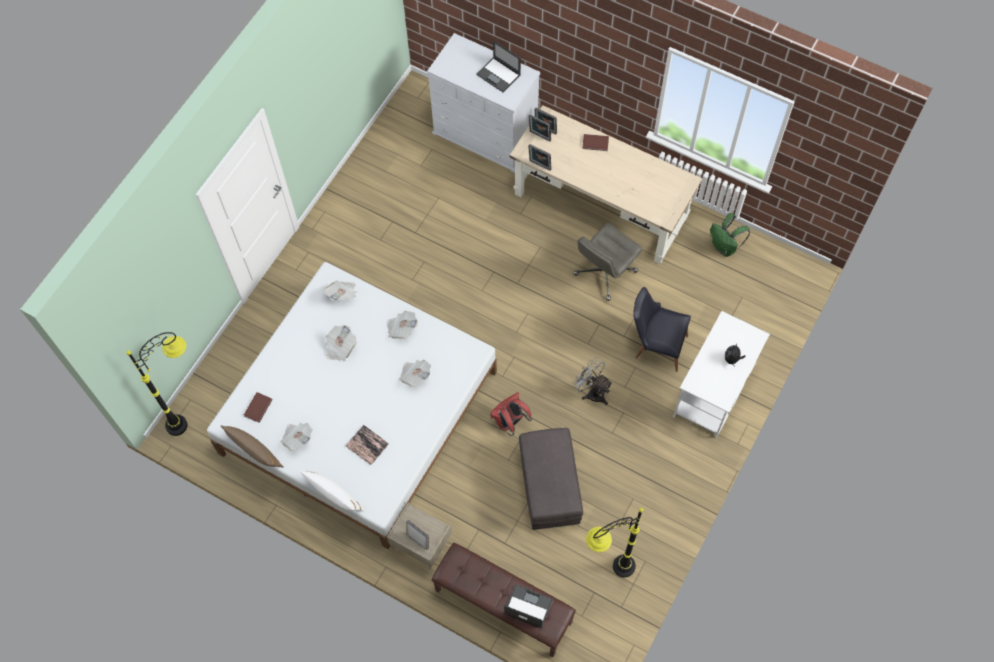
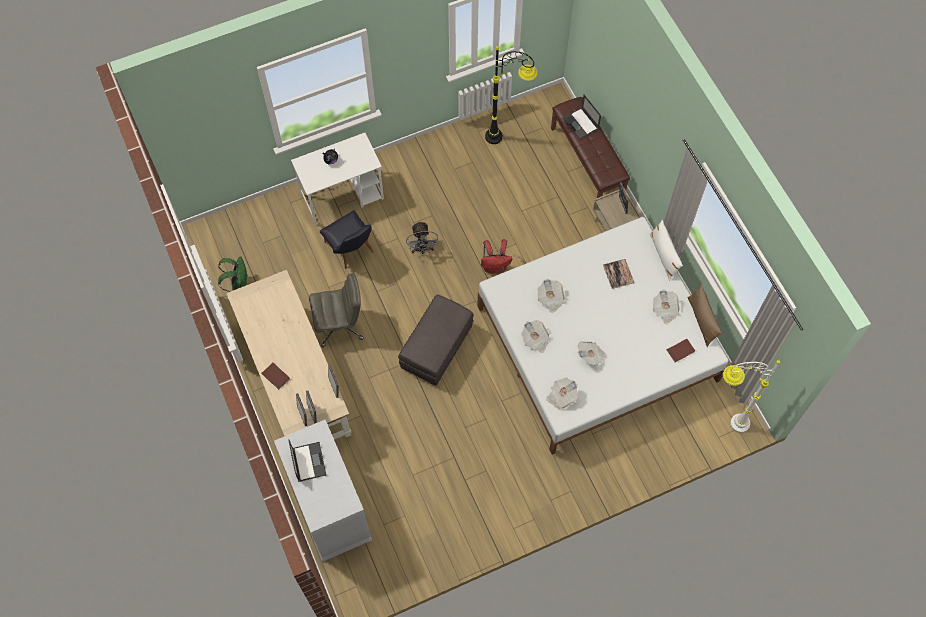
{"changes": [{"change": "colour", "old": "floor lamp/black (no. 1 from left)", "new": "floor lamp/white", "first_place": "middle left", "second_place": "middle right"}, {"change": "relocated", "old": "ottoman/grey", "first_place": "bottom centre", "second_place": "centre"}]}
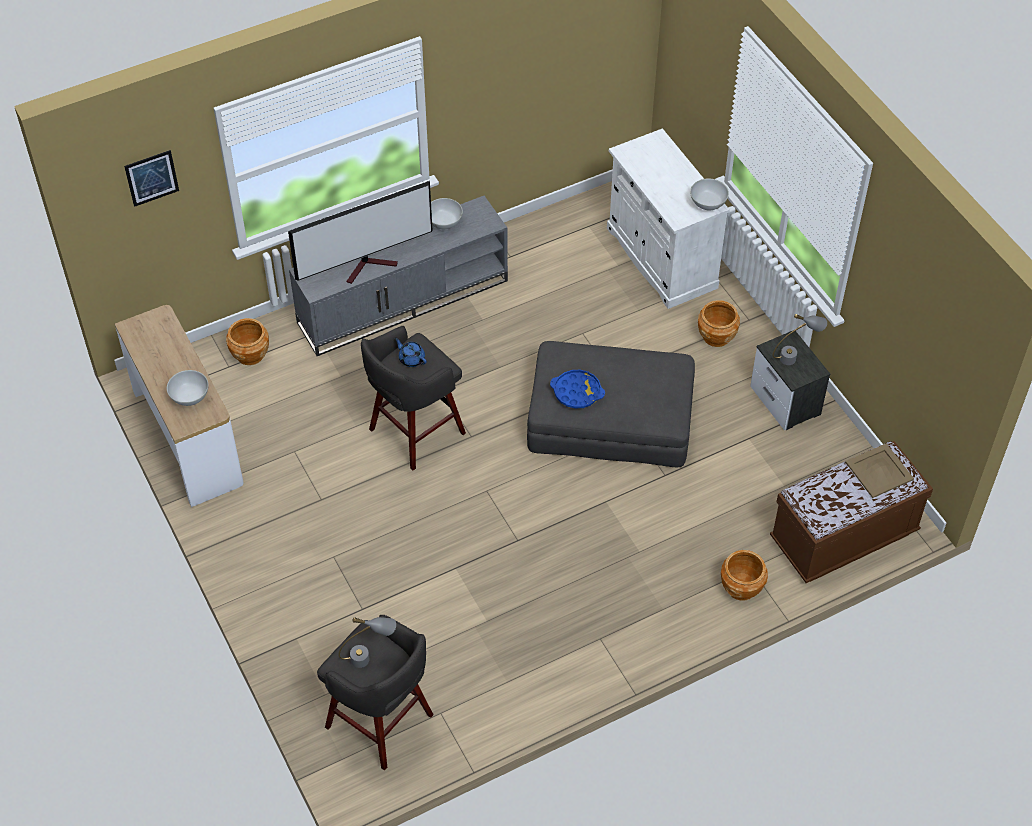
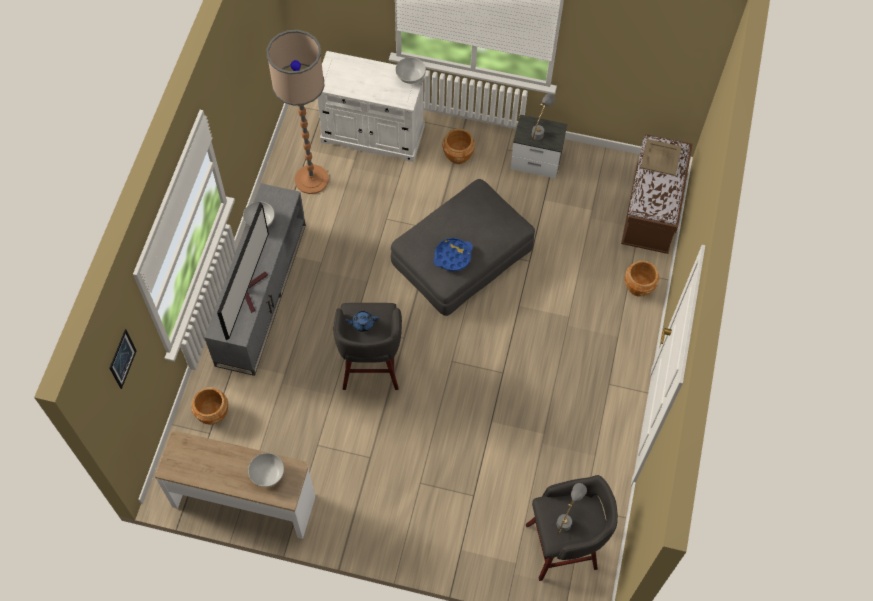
{"changes": [{"change": "appeared", "new": "floor lamp", "second_place": "top centre"}]}
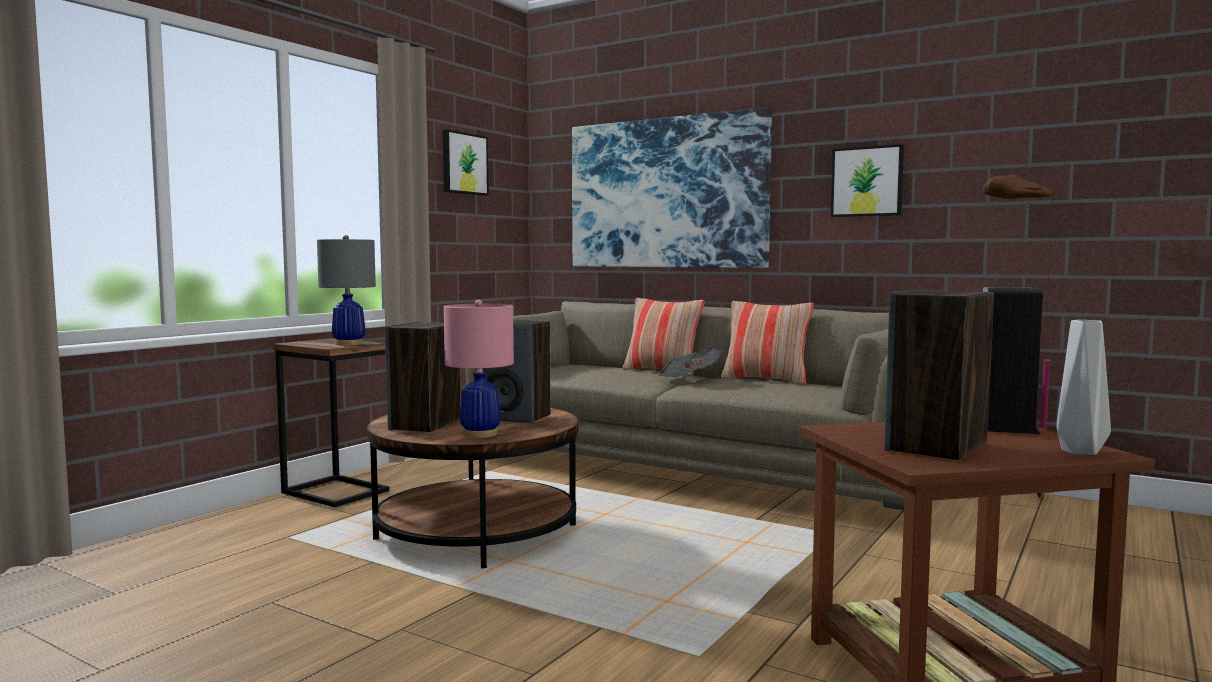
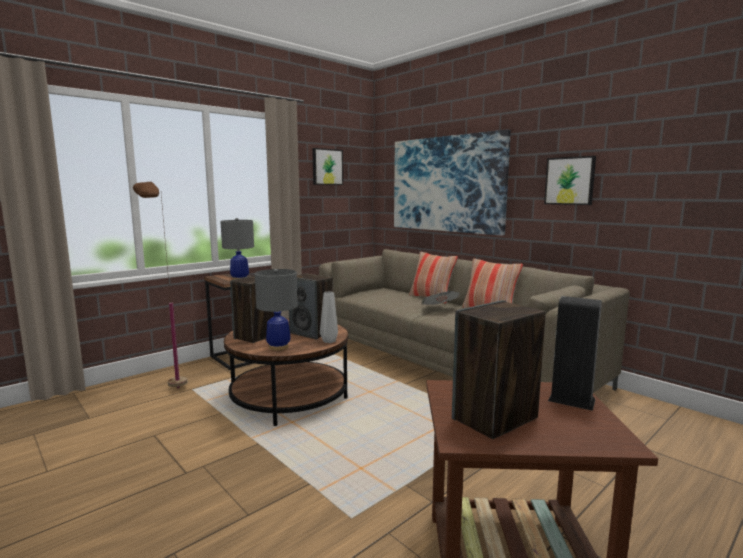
{"changes": [{"change": "relocated", "old": "floor lamp/brown", "first_place": "middle right", "second_place": "middle left"}, {"change": "colour", "old": "table lamp/pink", "new": "table lamp/grey (no. 2 from left)", "first_place": "centre", "second_place": "centre"}, {"change": "relocated", "old": "vase/grey", "first_place": "middle right", "second_place": "centre"}]}
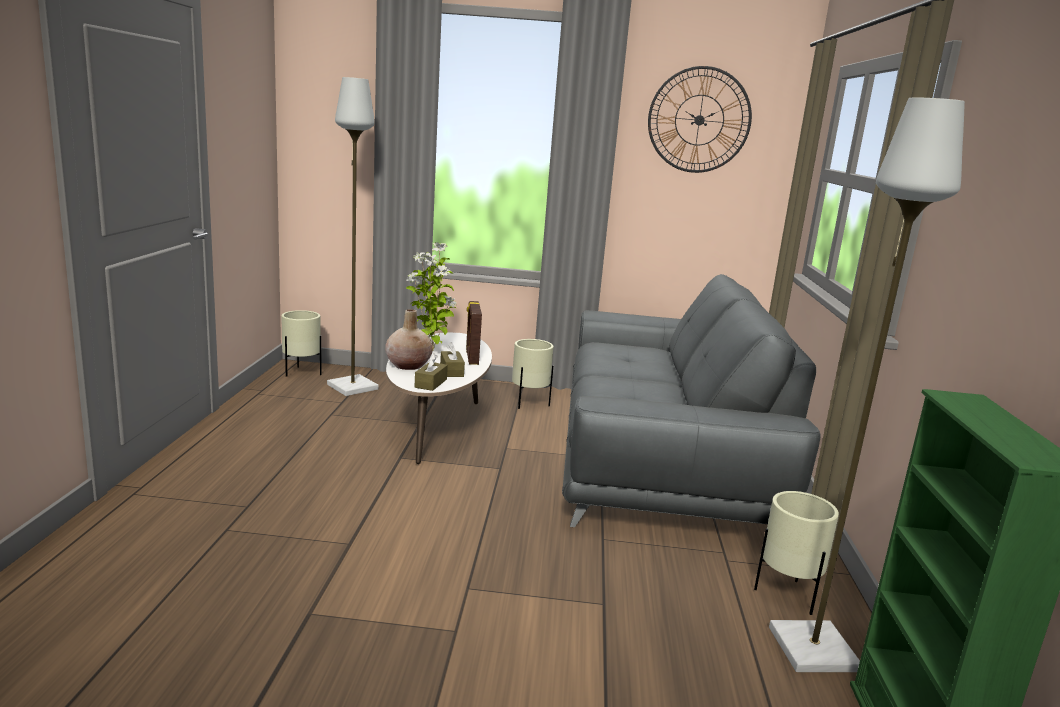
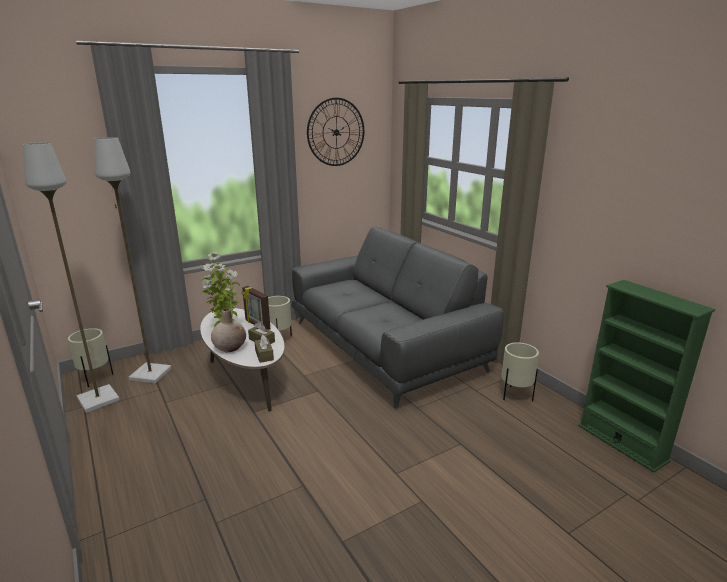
{"changes": [{"change": "relocated", "old": "floor lamp/grey (no. 2 from left in the first image)", "new": "floor lamp/grey (no. 1 from left)", "first_place": "middle right", "second_place": "middle left"}]}
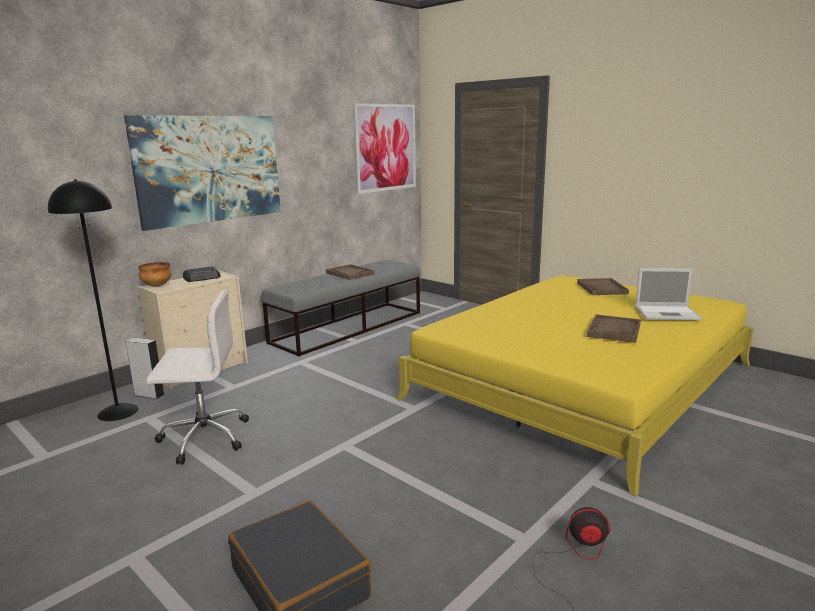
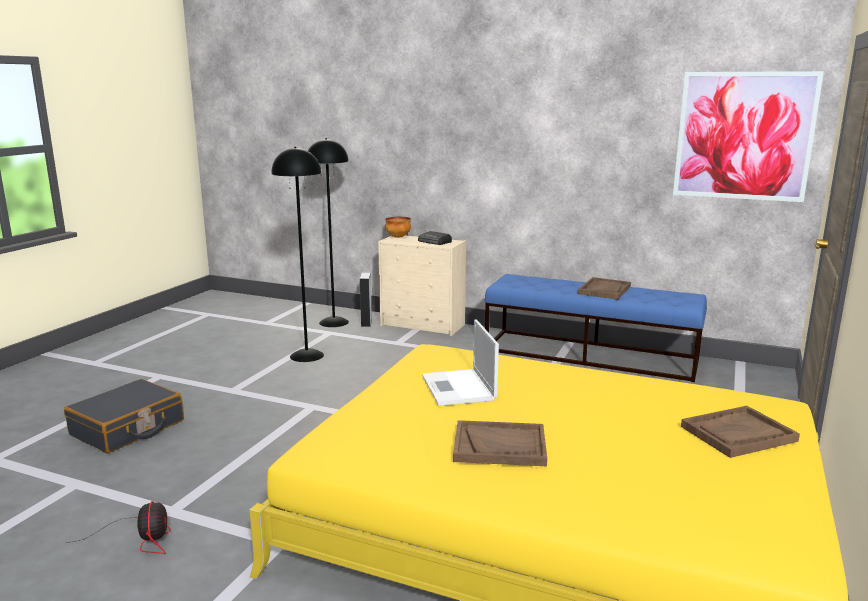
{"changes": [{"change": "missing", "old": "picture (no. 1 from left)", "first_place": "top left"}, {"change": "colour", "old": "bench/grey", "new": "bench/blue", "first_place": "centre", "second_place": "middle right"}, {"change": "relocated", "old": "laptop", "first_place": "middle right", "second_place": "centre"}, {"change": "exchanged", "old": "office chair/white", "new": "floor lamp/black (no. 1 from left)", "first_place": "middle left", "second_place": "centre"}]}
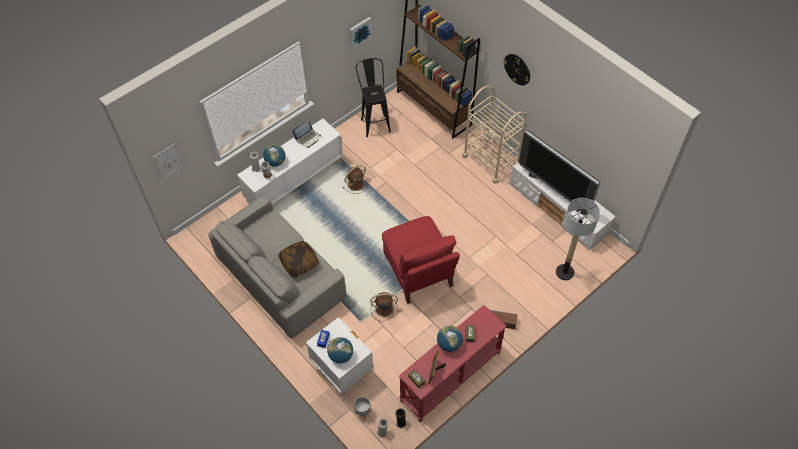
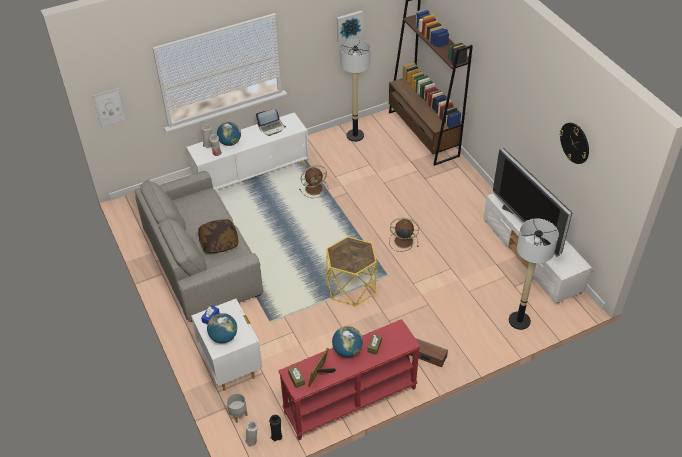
{"changes": [{"change": "relocated", "old": "wall clock", "first_place": "top centre", "second_place": "top right"}, {"change": "exchanged", "old": "stool/black", "new": "floor lamp (no. 1 from left)", "first_place": "top centre", "second_place": "top centre"}, {"change": "missing", "old": "cart/beige", "first_place": "top centre"}, {"change": "exchanged", "old": "armchair/red", "new": "side table/yellow", "first_place": "centre", "second_place": "centre"}, {"change": "relocated", "old": "fan/brown (no. 2 from left)", "first_place": "bottom centre", "second_place": "centre"}]}
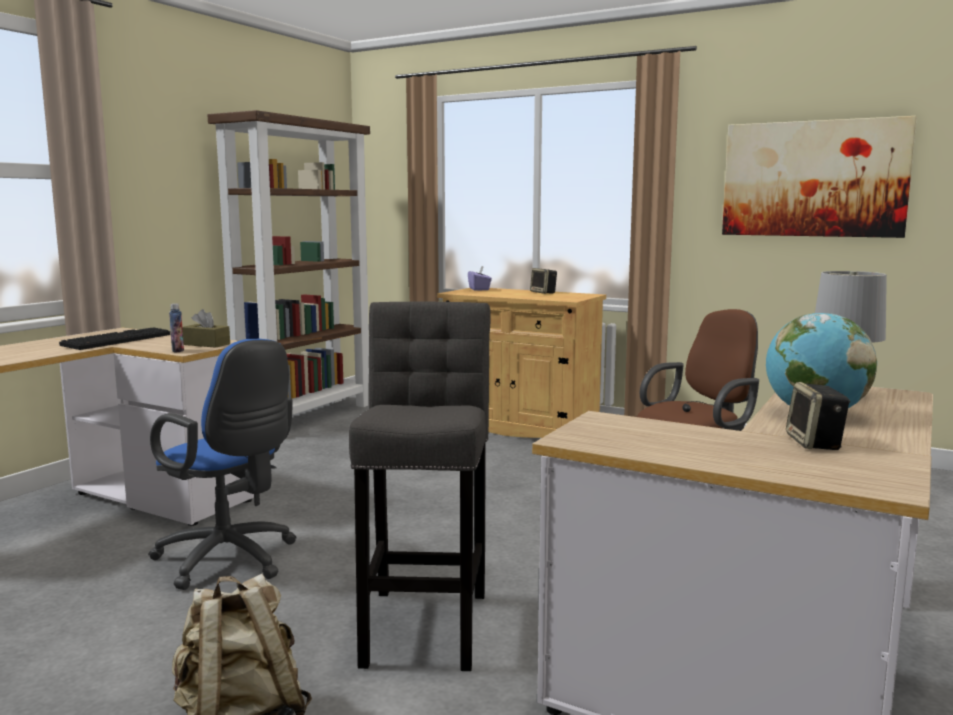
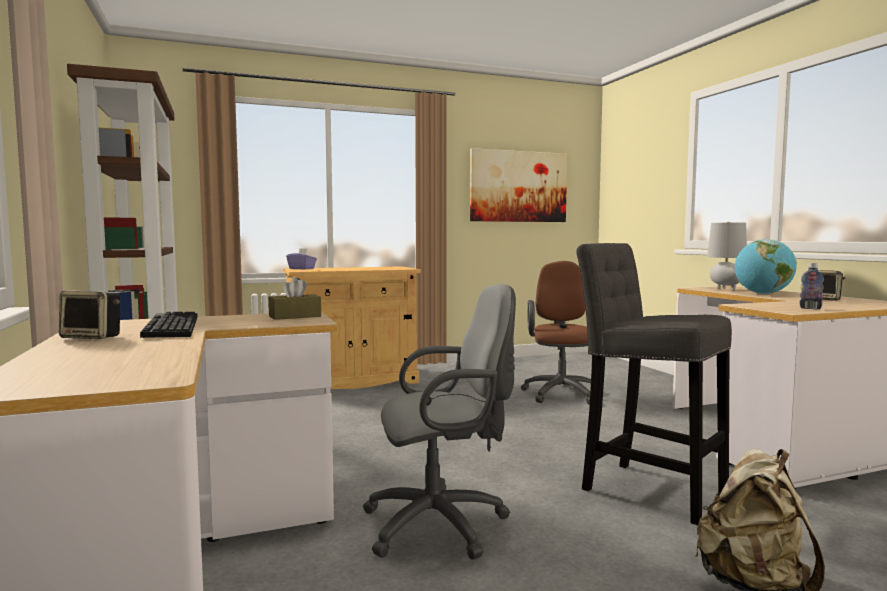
{"changes": [{"change": "relocated", "old": "speaker (no. 1 from left)", "first_place": "centre", "second_place": "middle left"}, {"change": "relocated", "old": "bottle", "first_place": "middle left", "second_place": "middle right"}, {"change": "colour", "old": "office chair/blue", "new": "office chair/grey", "first_place": "middle left", "second_place": "bottom centre"}]}
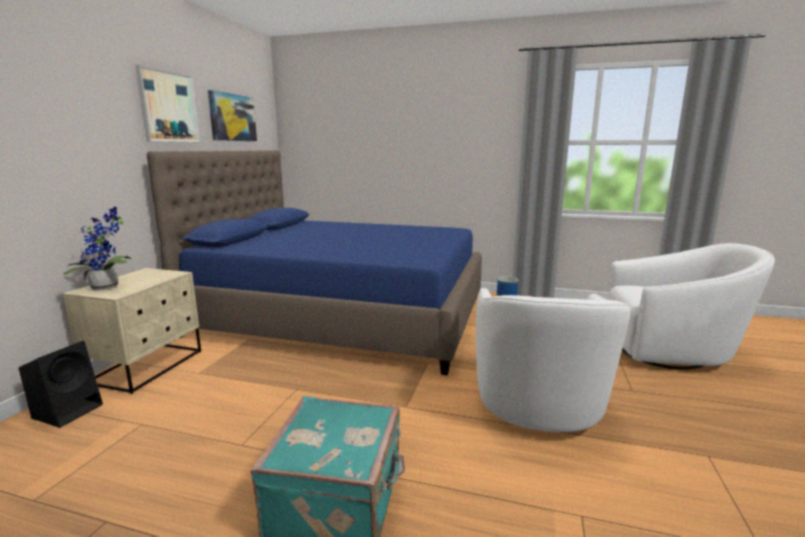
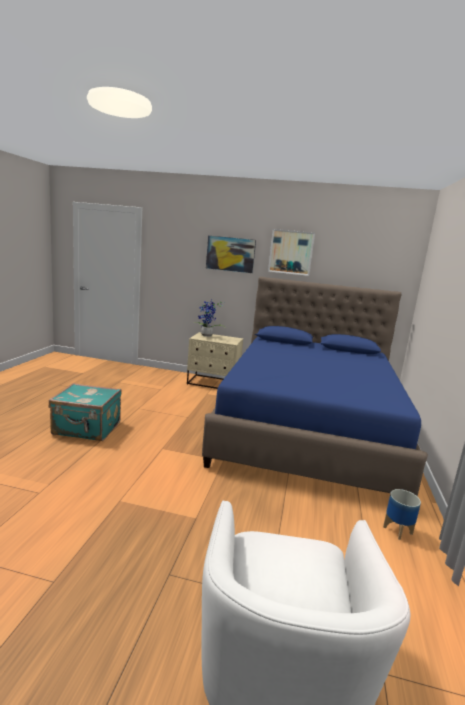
{"changes": [{"change": "relocated", "old": "picture (no. 2 from left in the first image)", "new": "picture (no. 1 from left)", "first_place": "top left", "second_place": "centre"}, {"change": "missing", "old": "armchair/white (no. 1 from left)", "first_place": "bottom right"}, {"change": "missing", "old": "speaker/black", "first_place": "bottom left"}]}
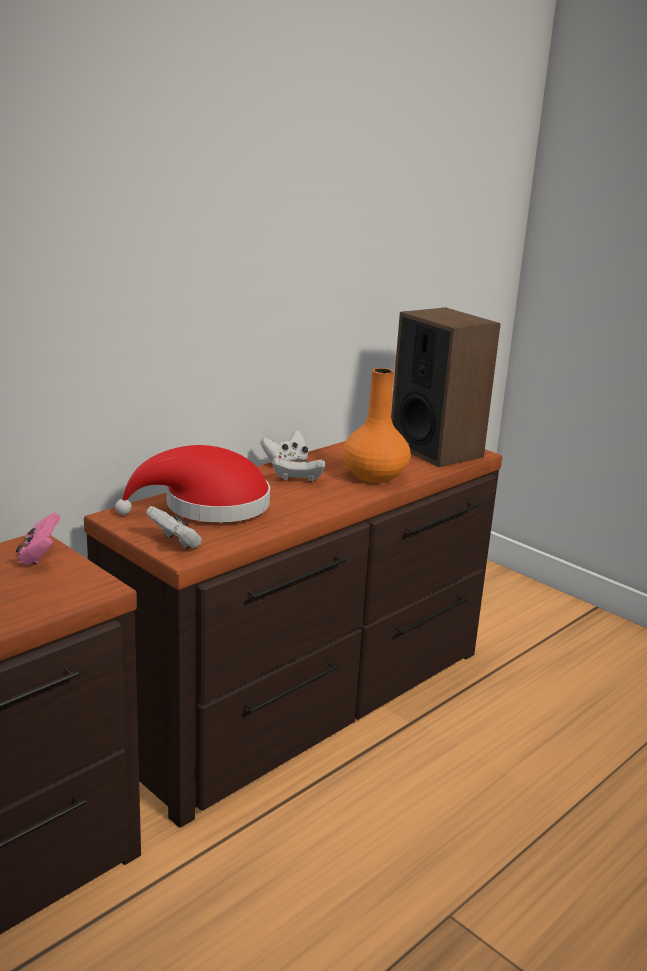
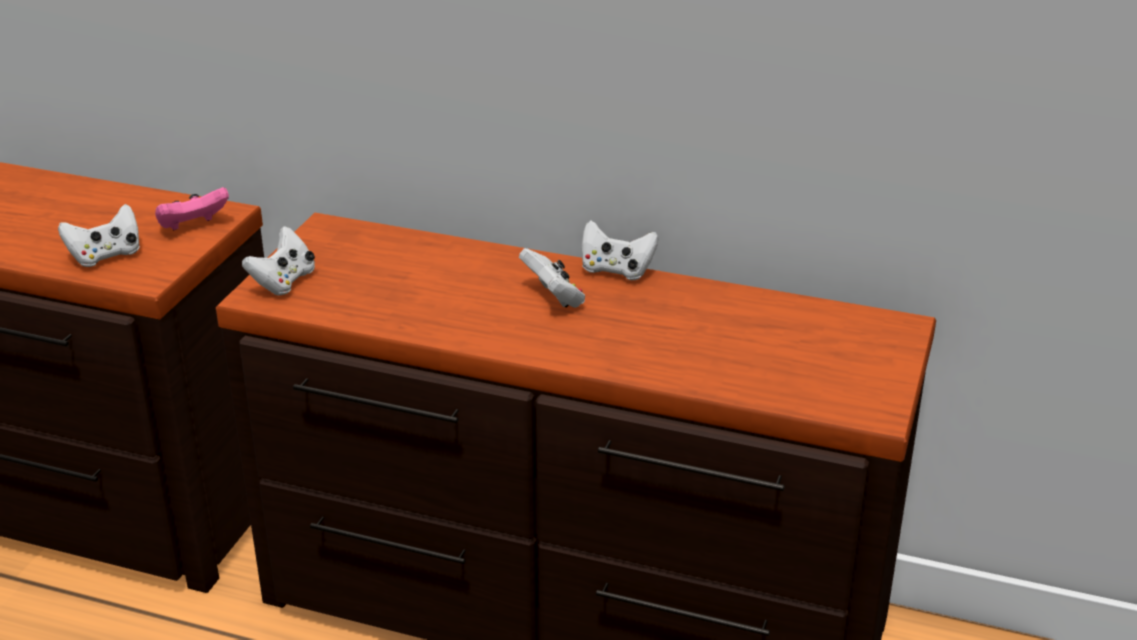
{"changes": [{"change": "missing", "old": "speaker", "first_place": "middle right"}, {"change": "missing", "old": "vase/orange", "first_place": "centre"}, {"change": "missing", "old": "hat/red", "first_place": "middle left"}, {"change": "appeared", "new": "game controller/white (no. 1 from left)", "second_place": "middle left"}]}
